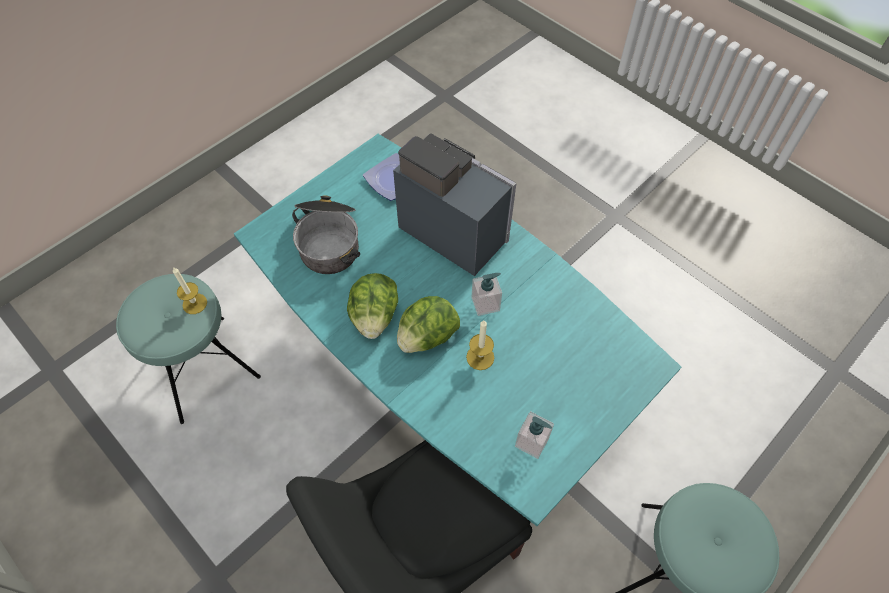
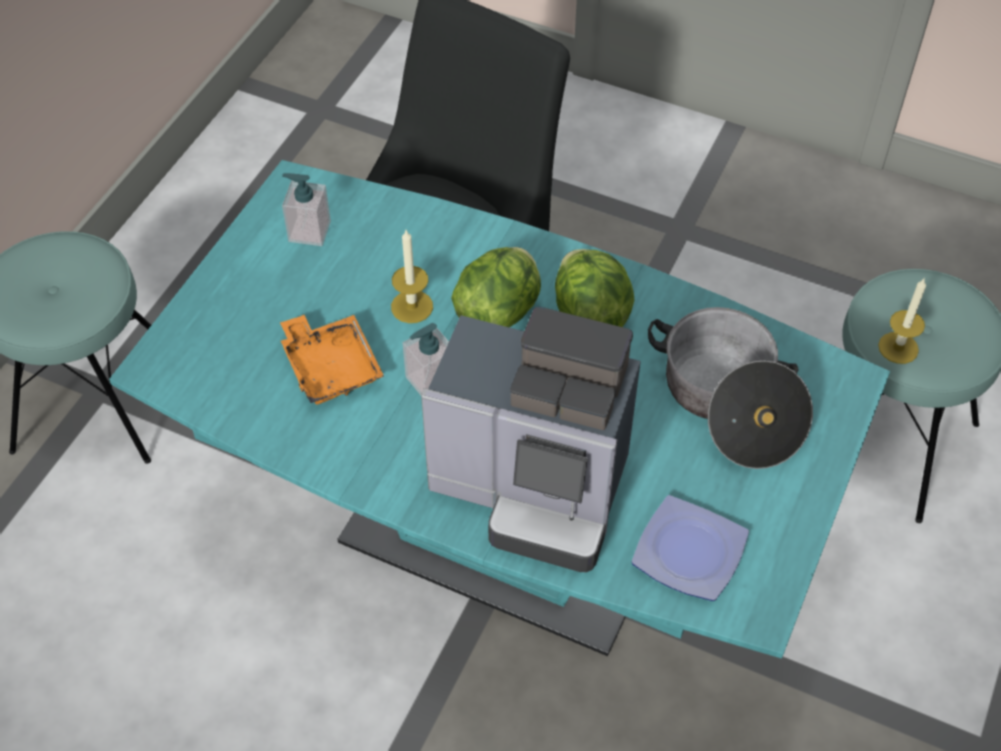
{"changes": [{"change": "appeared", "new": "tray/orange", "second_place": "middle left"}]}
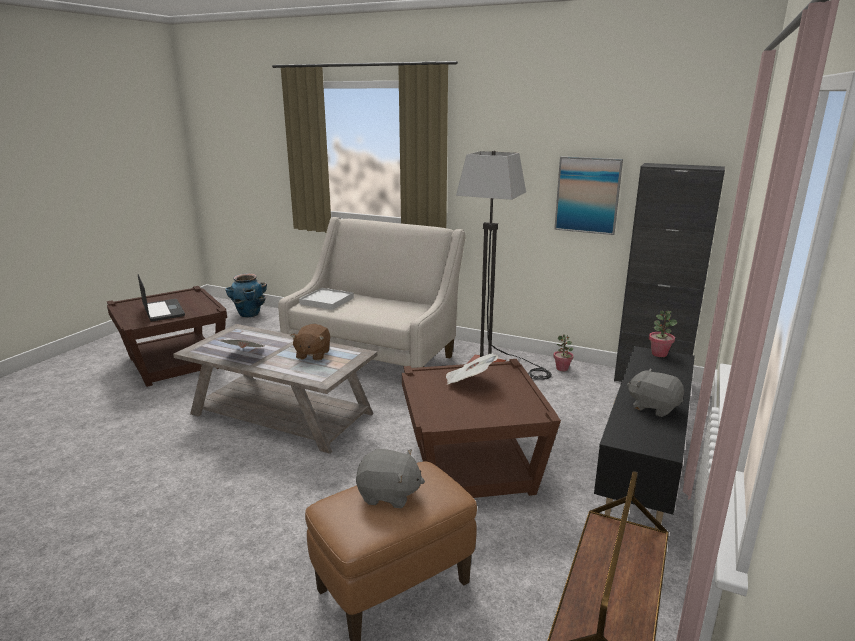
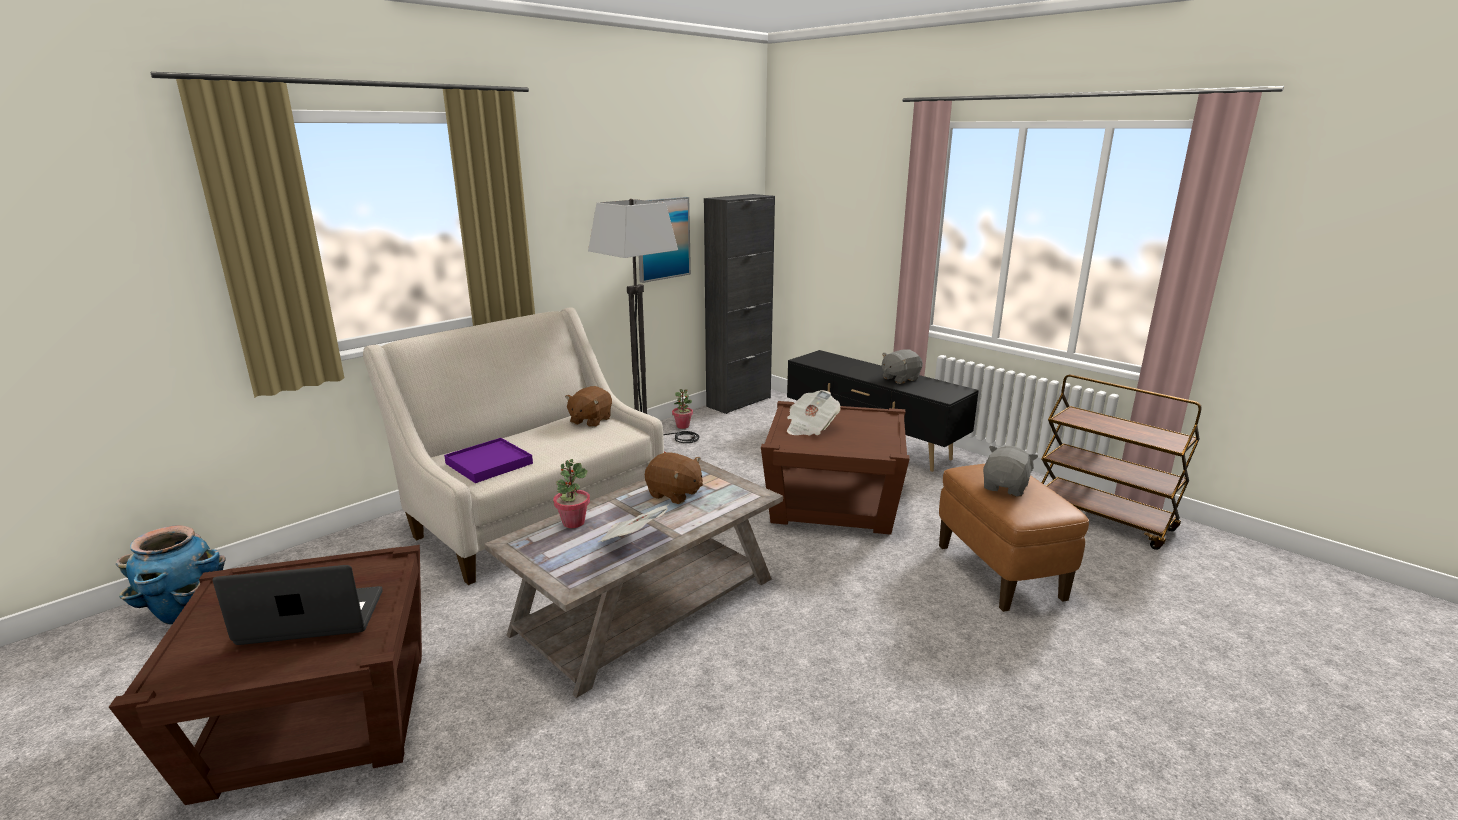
{"changes": [{"change": "colour", "old": "tray/white", "new": "tray/purple", "first_place": "centre", "second_place": "centre"}, {"change": "relocated", "old": "potted plant (no. 2 from left in the first image)", "new": "potted plant (no. 1 from left)", "first_place": "middle right", "second_place": "centre"}, {"change": "appeared", "new": "plush toy/brown (no. 1 from left)", "second_place": "centre"}]}
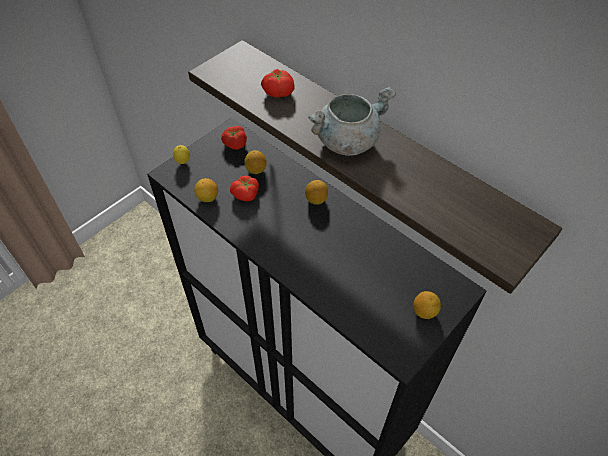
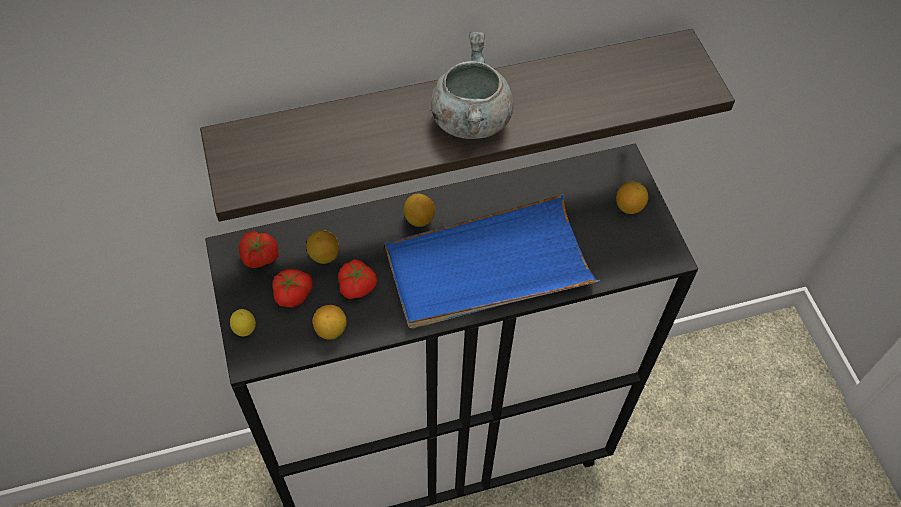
{"changes": [{"change": "relocated", "old": "tomato (no. 3 from left in the first image)", "new": "tomato (no. 2 from left)", "first_place": "top centre", "second_place": "middle left"}, {"change": "appeared", "new": "tray/blue", "second_place": "centre"}]}
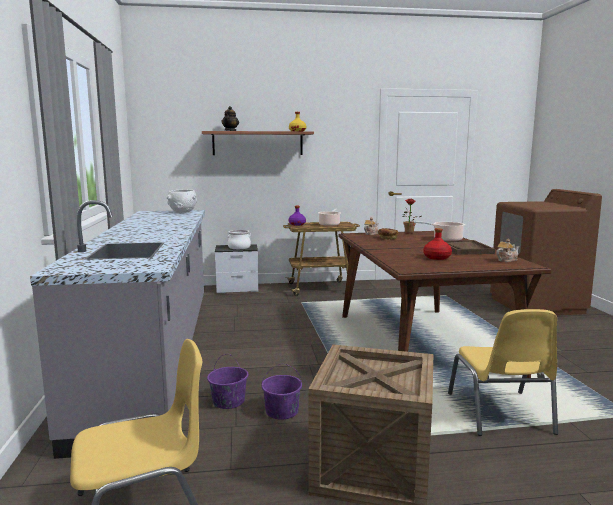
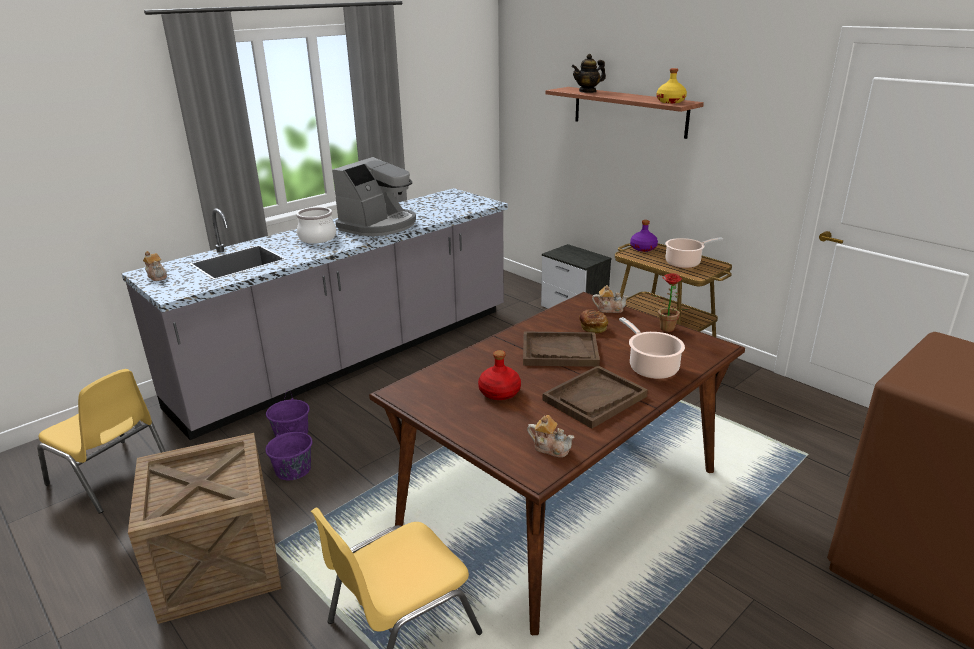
{"changes": [{"change": "missing", "old": "bowl/white", "first_place": "middle left"}, {"change": "relocated", "old": "cooking pot (no. 1 from left)", "first_place": "centre", "second_place": "middle left"}, {"change": "appeared", "new": "coffee machine", "second_place": "top centre"}, {"change": "appeared", "new": "teapot (no. 1 from left)", "second_place": "middle left"}, {"change": "appeared", "new": "tray/brown (no. 1 from left)", "second_place": "centre"}]}
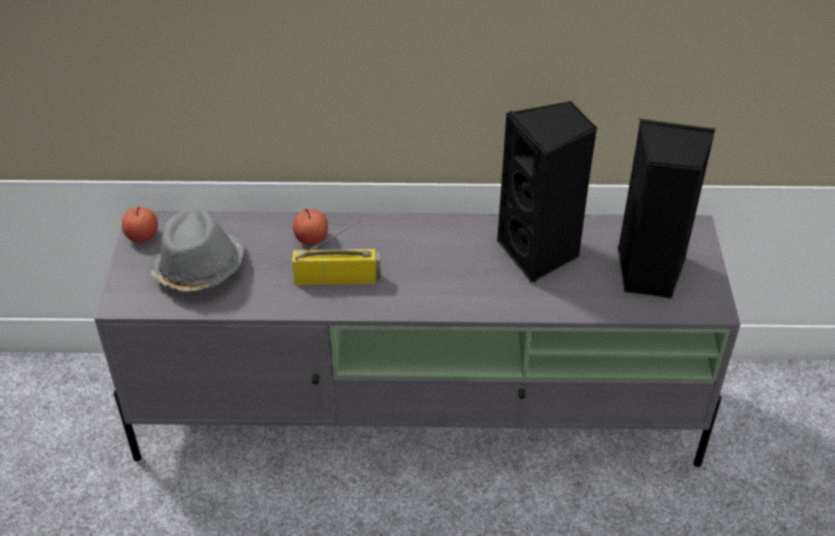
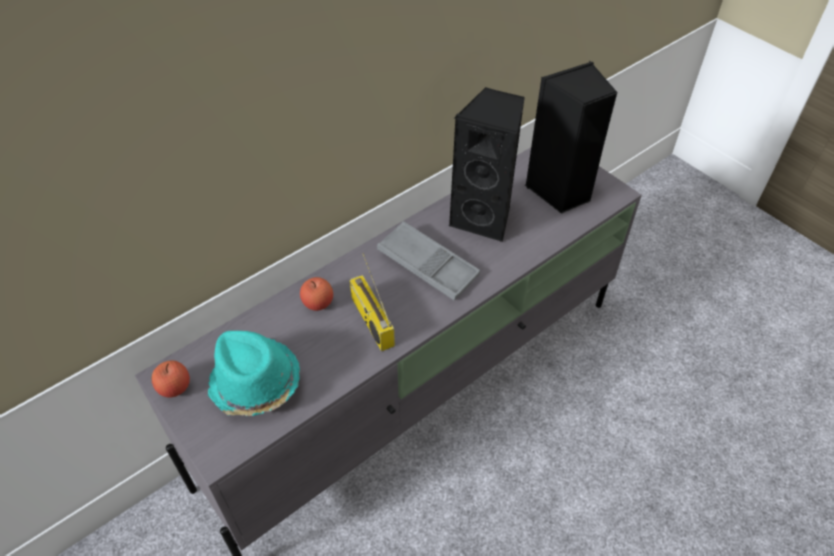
{"changes": [{"change": "colour", "old": "hat/grey", "new": "hat/turquoise", "first_place": "middle left", "second_place": "bottom left"}, {"change": "spun", "old": "radio", "first_place": "centre", "second_place": "centre", "degrees": -75}, {"change": "appeared", "new": "tray/grey", "second_place": "centre"}]}
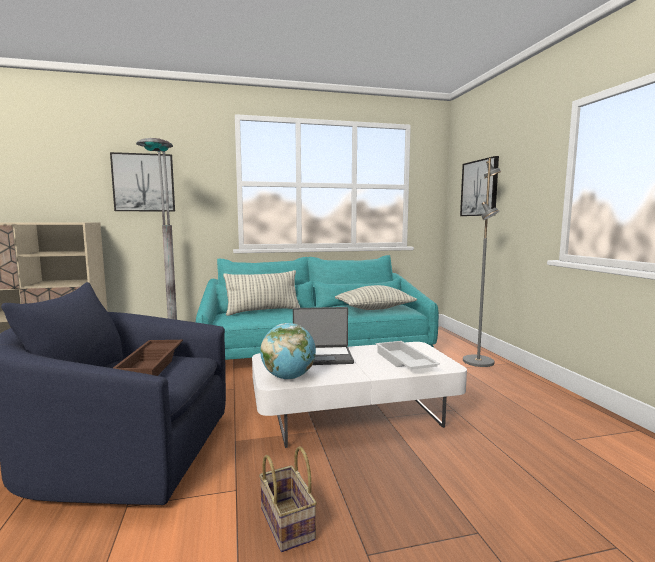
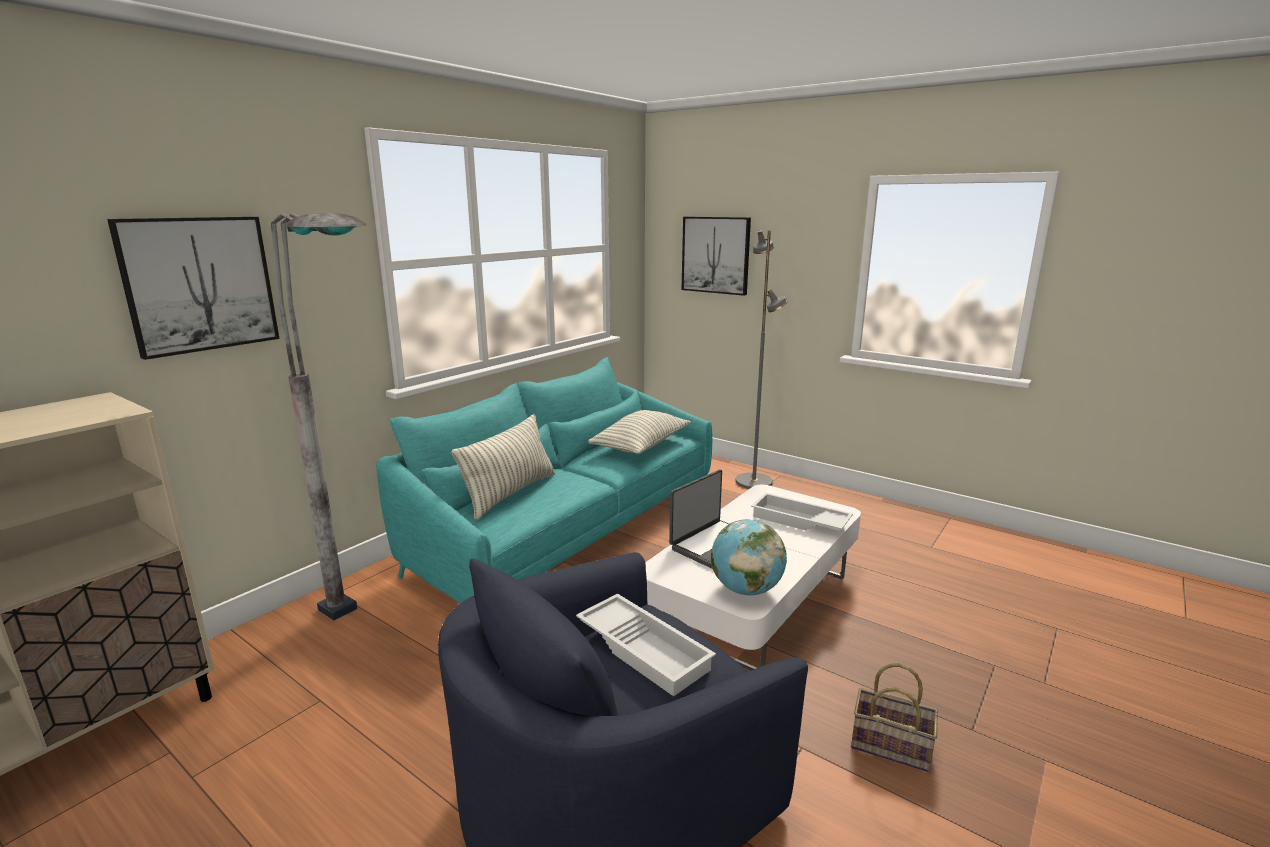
{"changes": [{"change": "colour", "old": "tray/brown", "new": "tray/white (no. 1 from left)", "first_place": "middle left", "second_place": "bottom centre"}]}
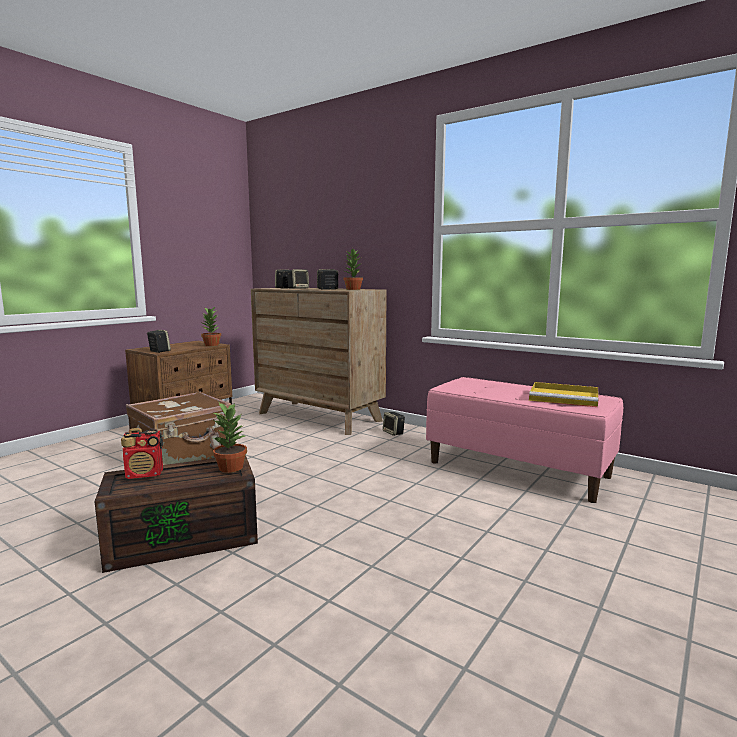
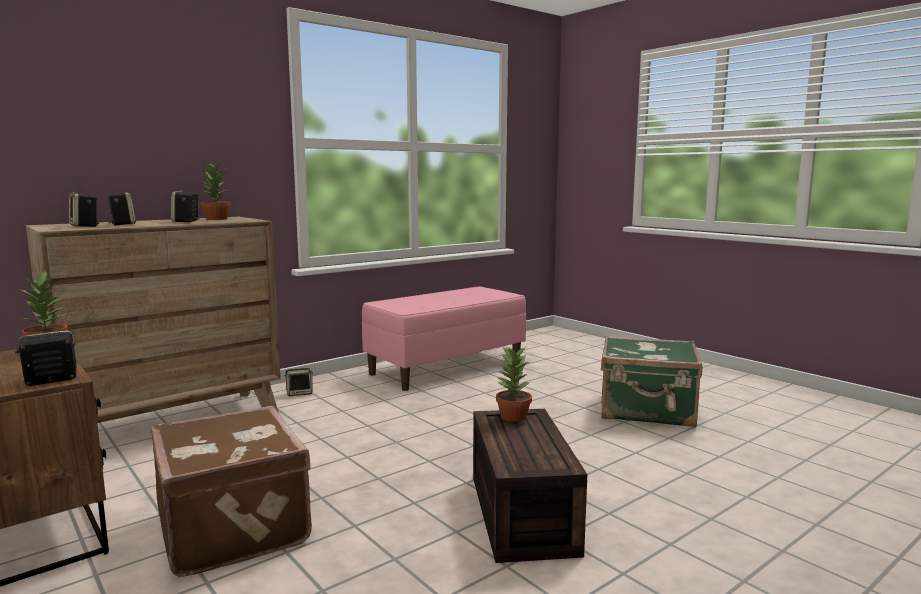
{"changes": [{"change": "missing", "old": "tray/yellow", "first_place": "middle right"}, {"change": "missing", "old": "radio", "first_place": "middle left"}, {"change": "appeared", "new": "suitcase/green", "second_place": "middle right"}]}
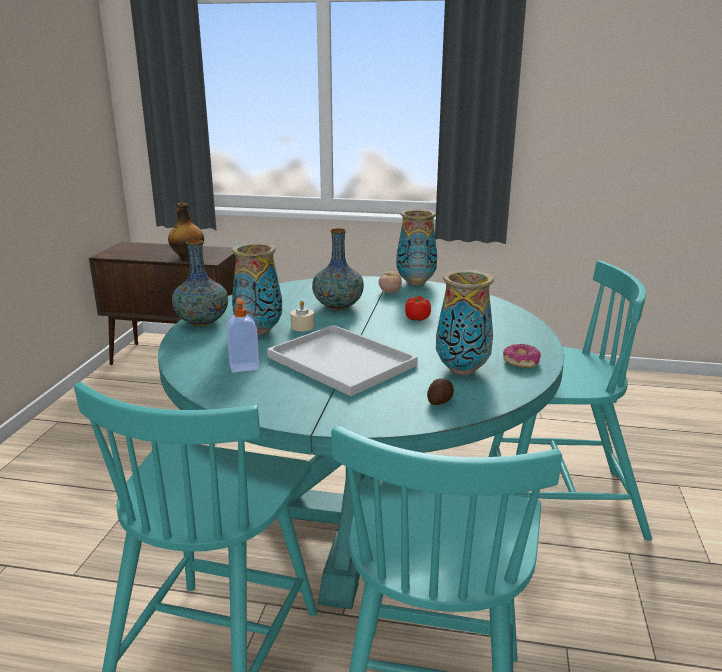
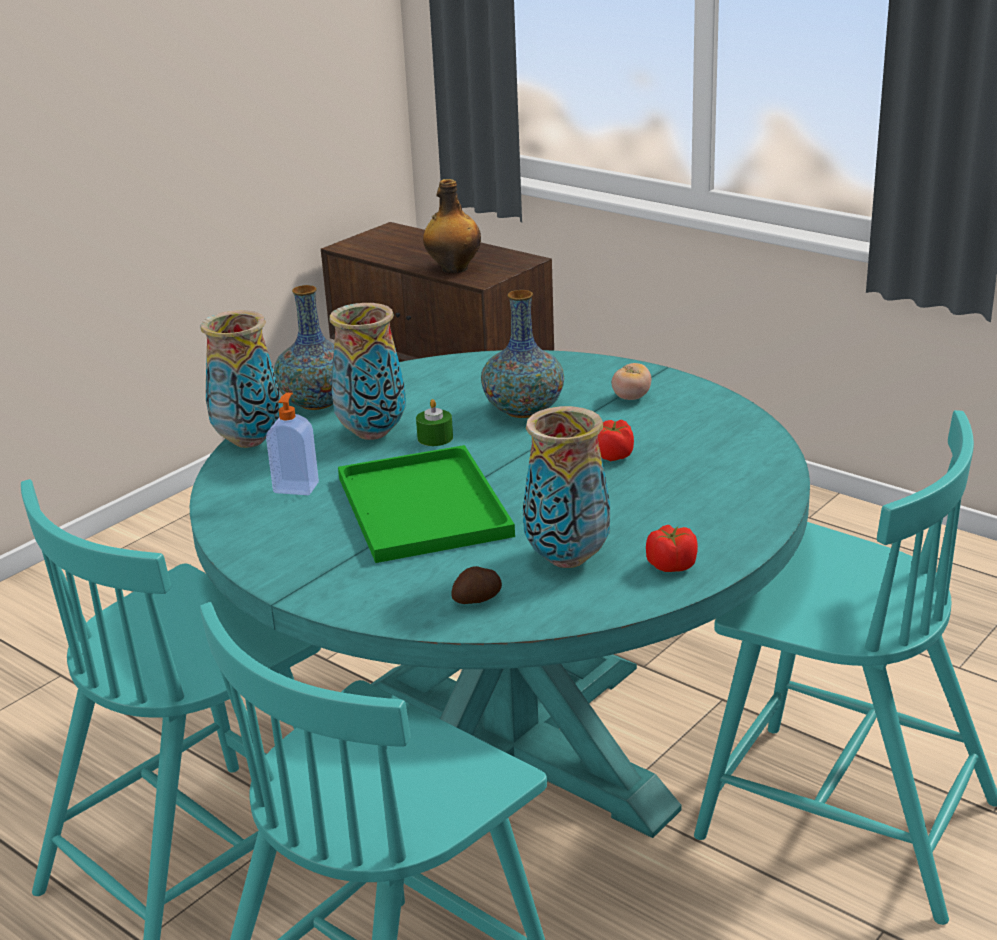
{"changes": [{"change": "relocated", "old": "vase (no. 4 from left in the first image)", "new": "vase (no. 1 from left)", "first_place": "centre", "second_place": "middle left"}, {"change": "colour", "old": "candle/beige", "new": "candle/green", "first_place": "centre", "second_place": "centre"}, {"change": "colour", "old": "tray/white", "new": "tray/green", "first_place": "centre", "second_place": "centre"}, {"change": "exchanged", "old": "donut", "new": "tomato (no. 3 from left)", "first_place": "middle right", "second_place": "middle right"}]}
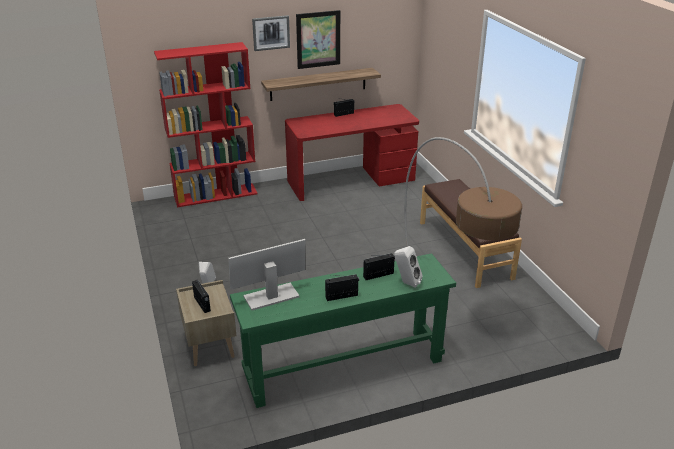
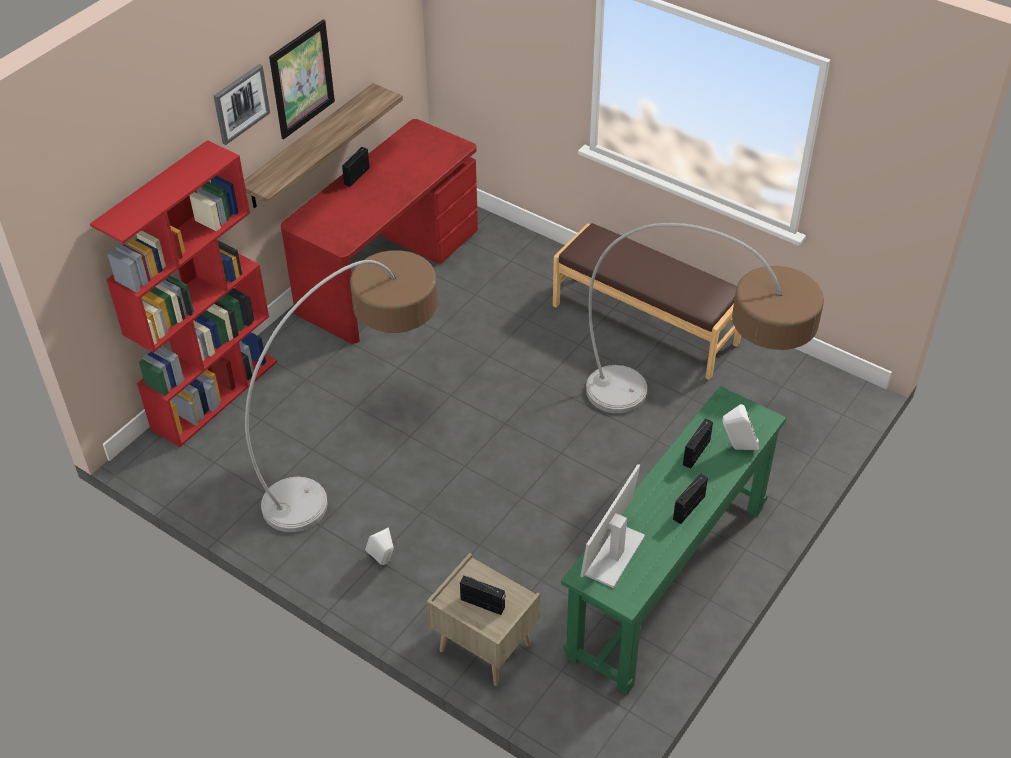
{"changes": [{"change": "appeared", "new": "floor lamp (no. 1 from left)", "second_place": "centre"}]}
